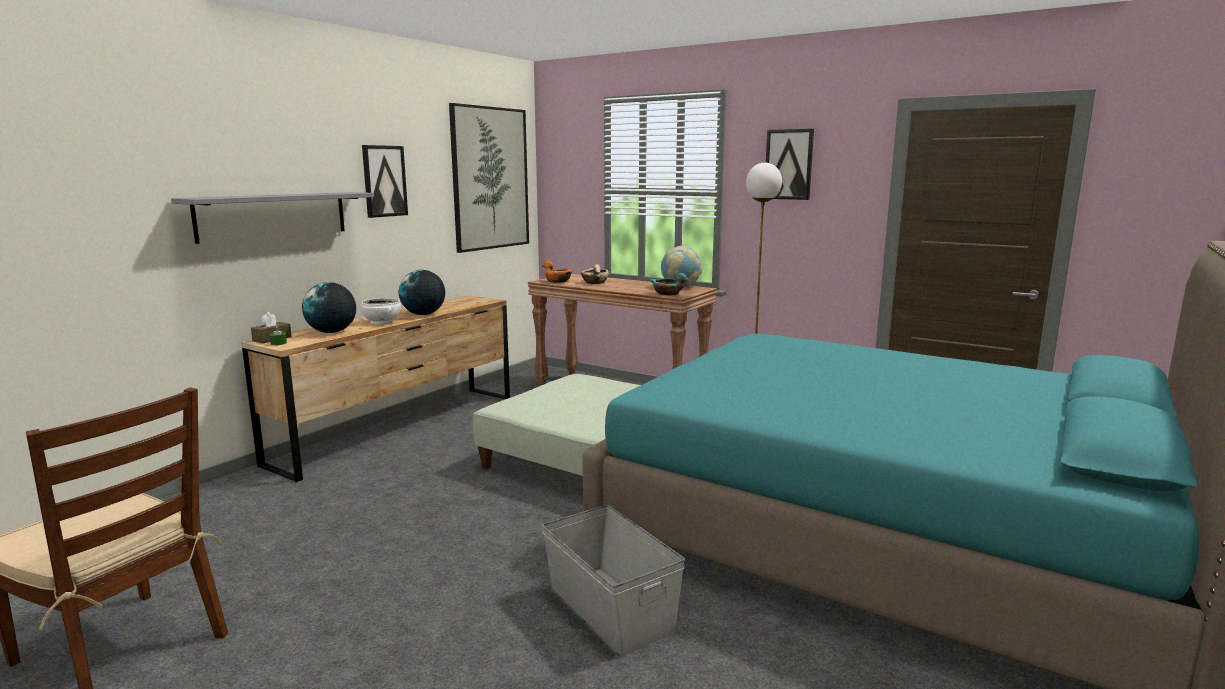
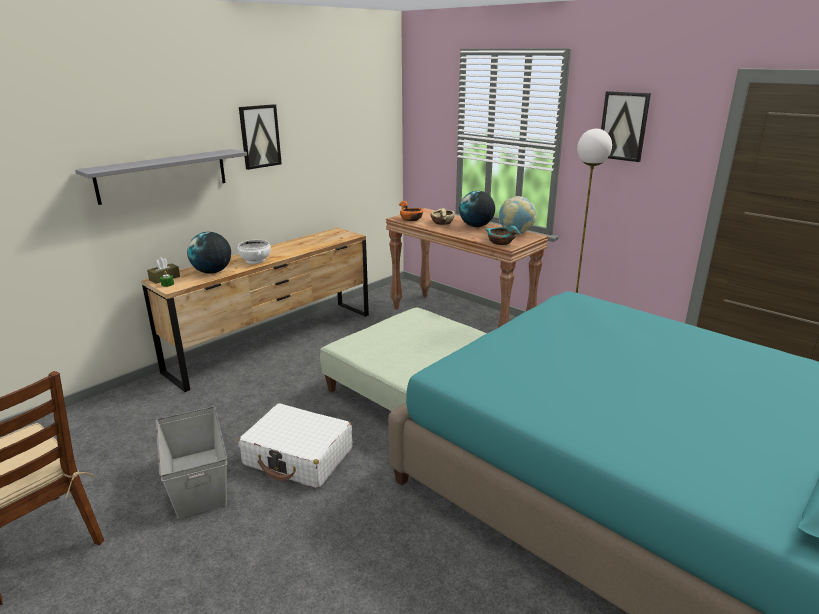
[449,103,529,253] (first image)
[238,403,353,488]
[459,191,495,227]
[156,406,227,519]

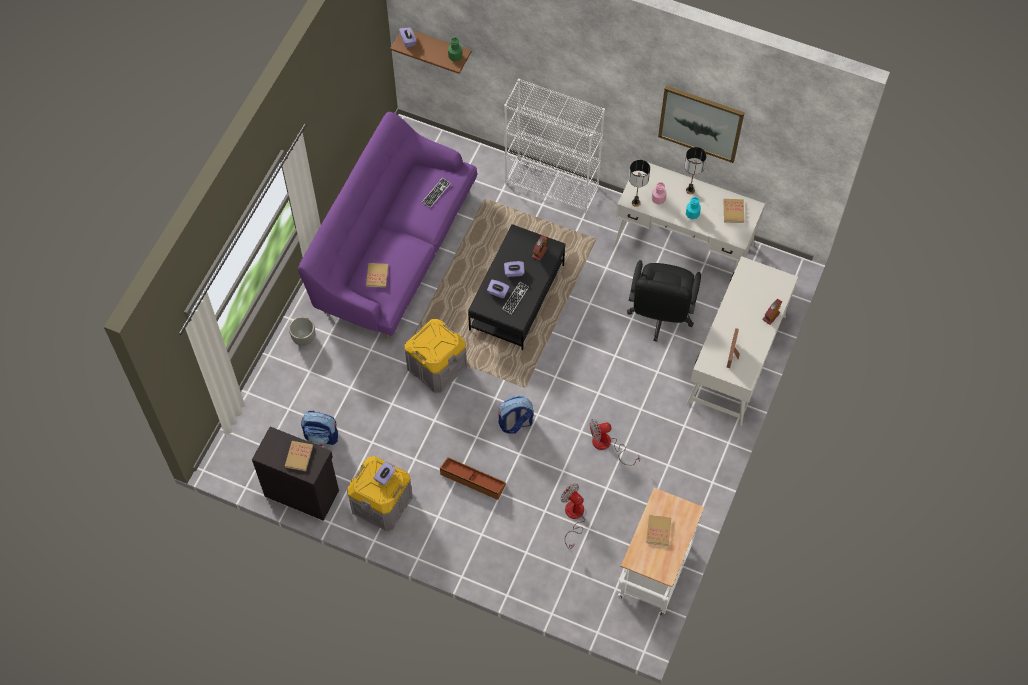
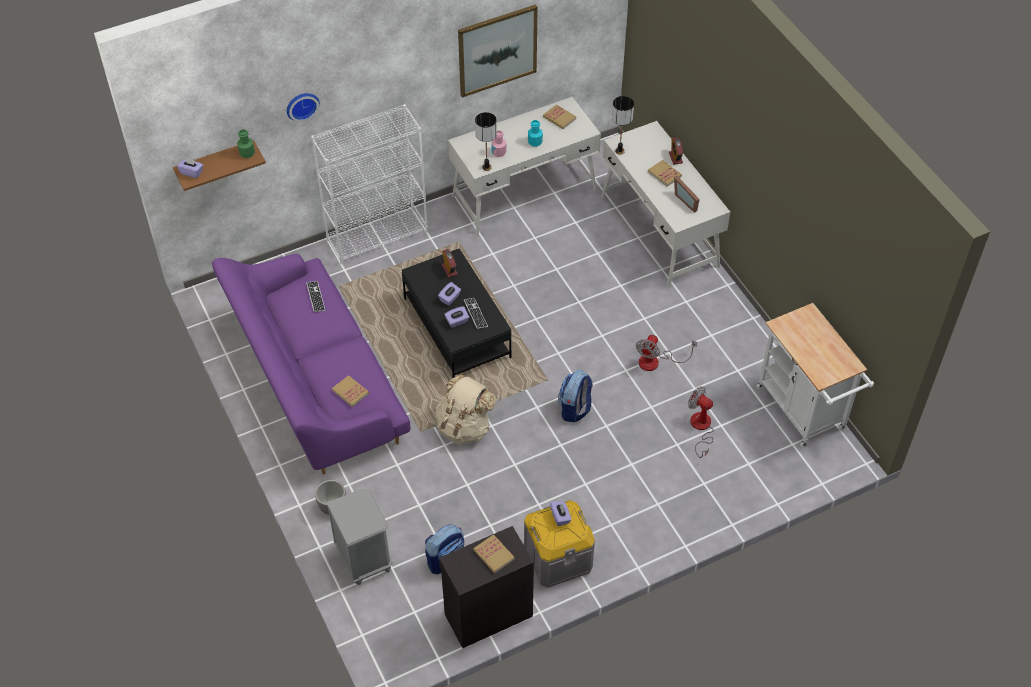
[440,457,506,500] (first image)
[627,260,701,342] (first image)
[287,93,320,122]
[327,488,393,585]
[648,160,682,187]
[612,96,634,155]
[435,374,496,445]
[688,386,714,458]

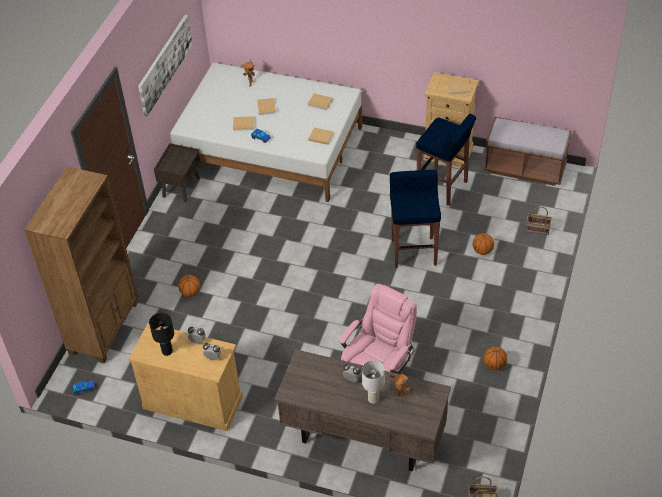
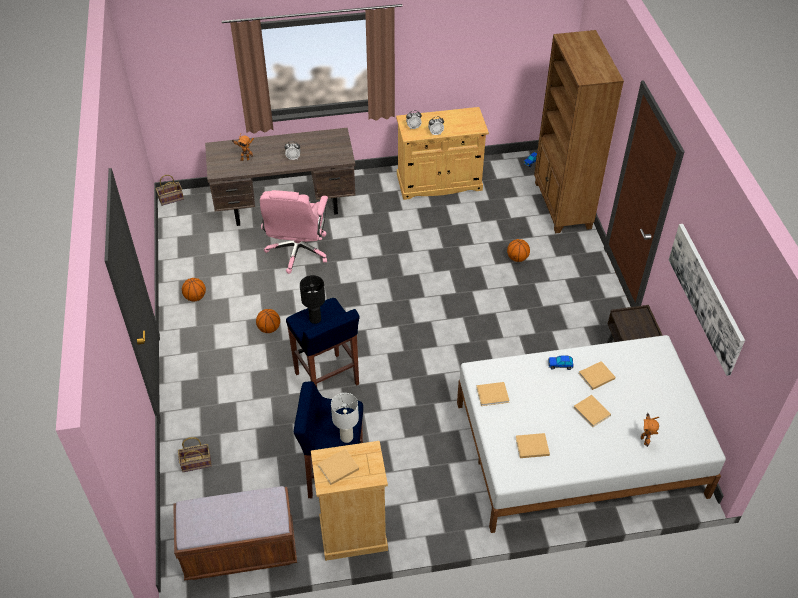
[300,275,325,324]
[331,393,359,443]
[256,309,280,333]

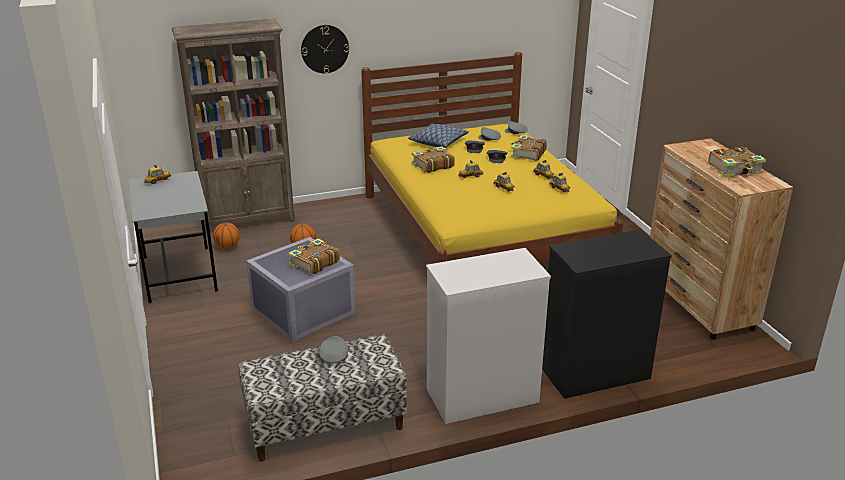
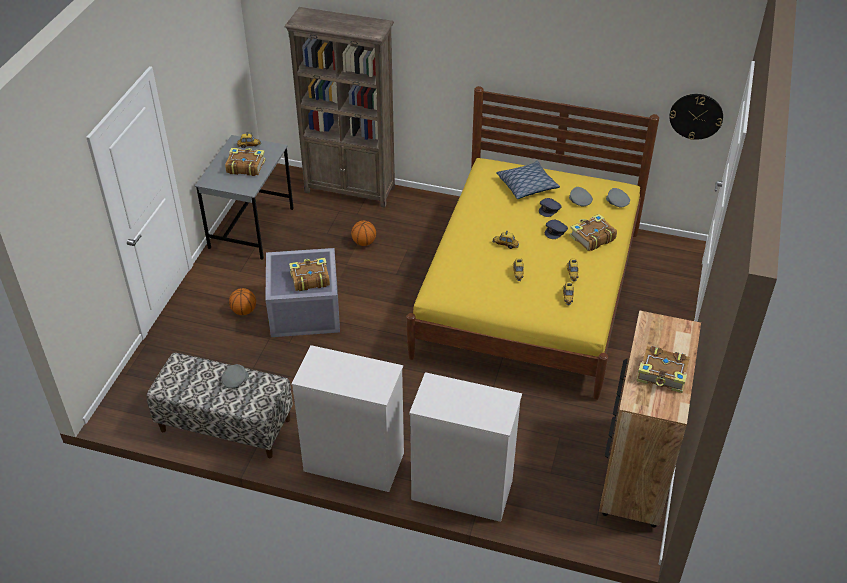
[229,288,256,315]
[669,94,723,140]
[225,148,266,176]
[409,372,522,522]

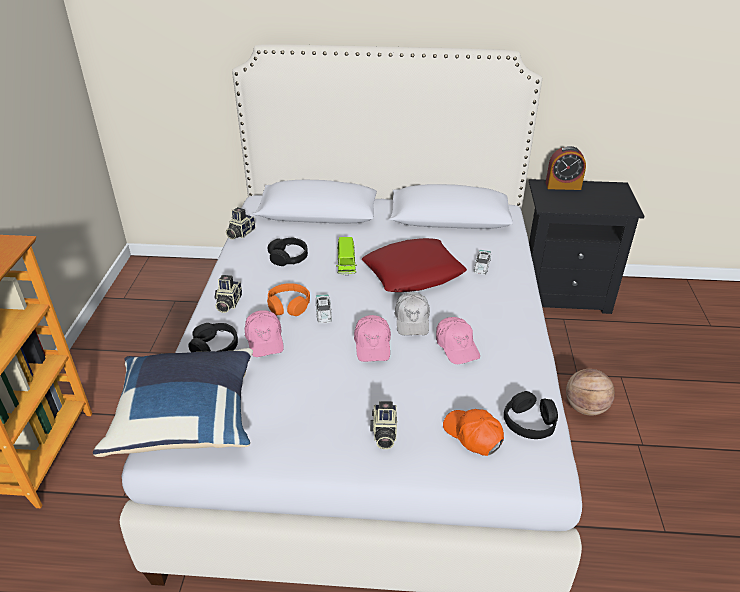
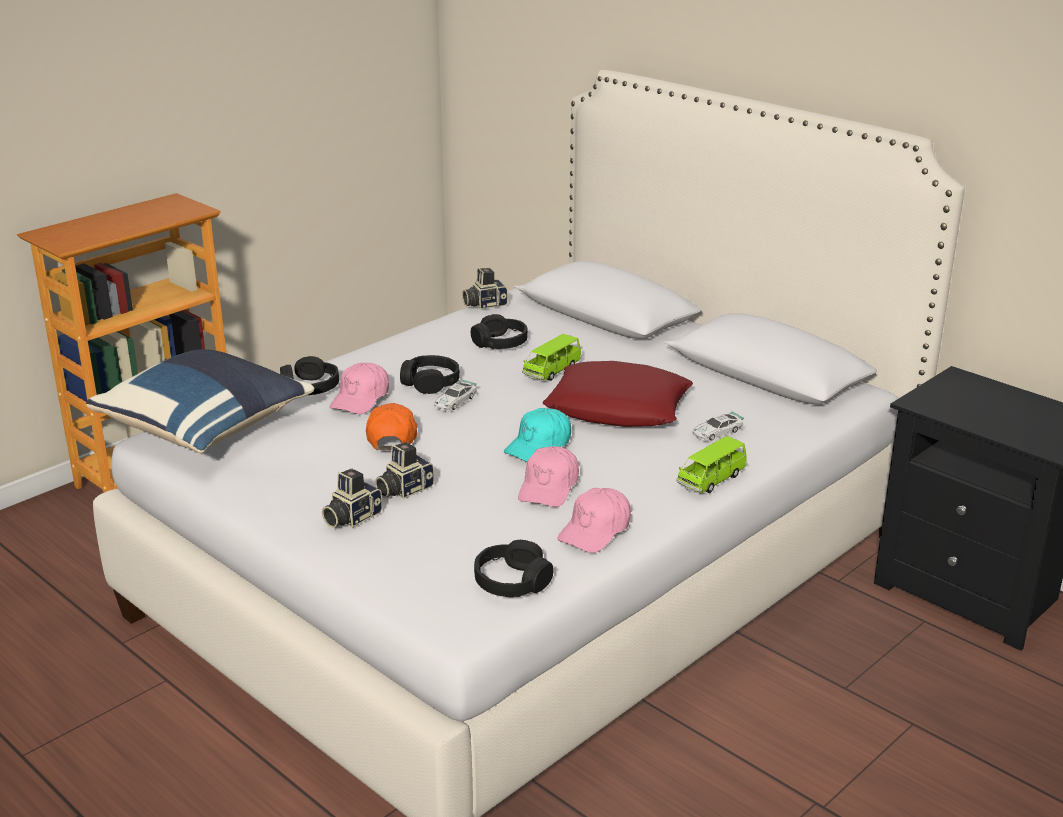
[546,146,586,190] (first image)
[566,369,615,416] (first image)
[676,436,747,493]
[375,442,434,499]
[557,488,630,553]
[366,403,418,450]
[400,355,460,394]
[504,408,571,462]

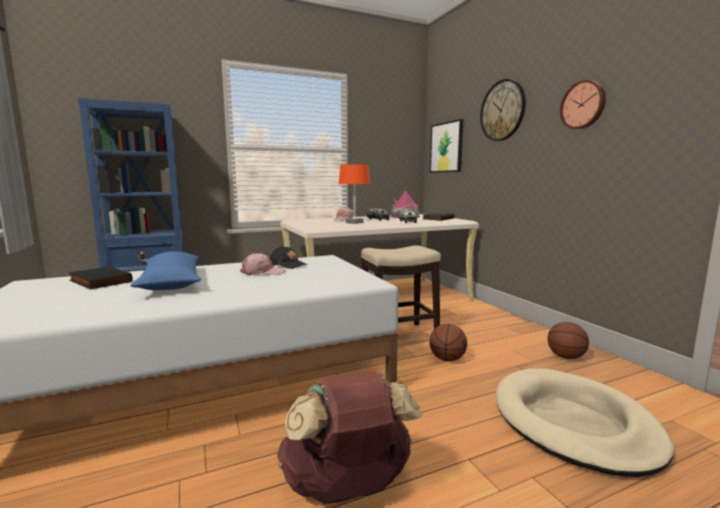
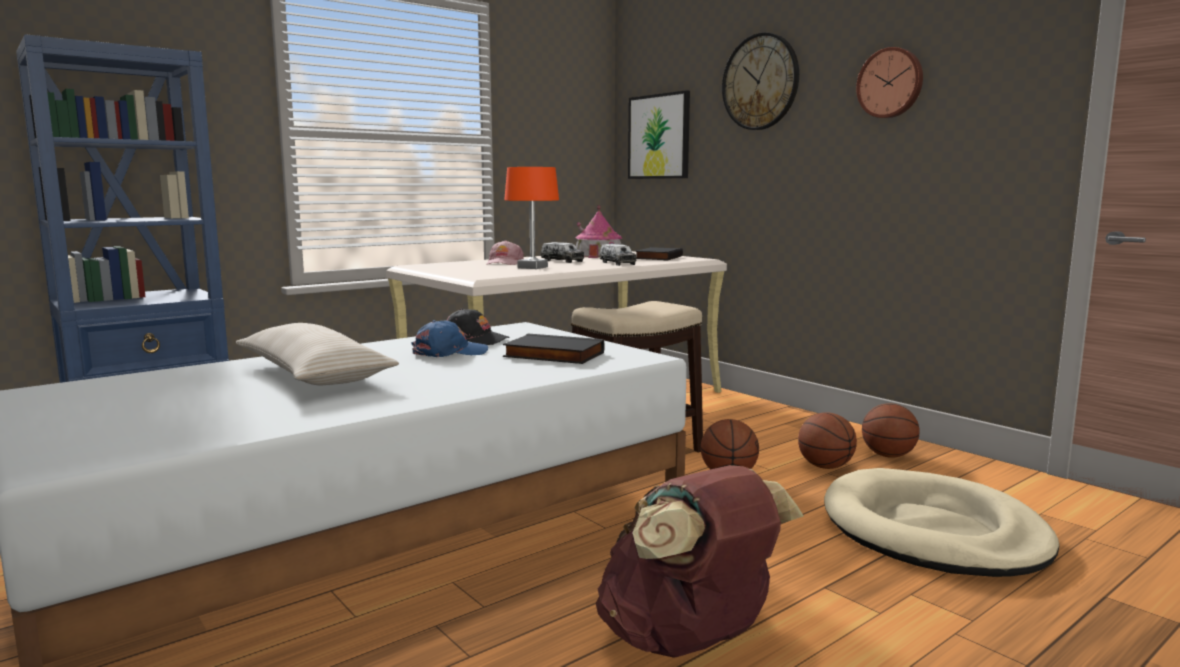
[798,412,857,469]
[503,334,604,364]
[236,323,399,385]
[411,320,488,357]

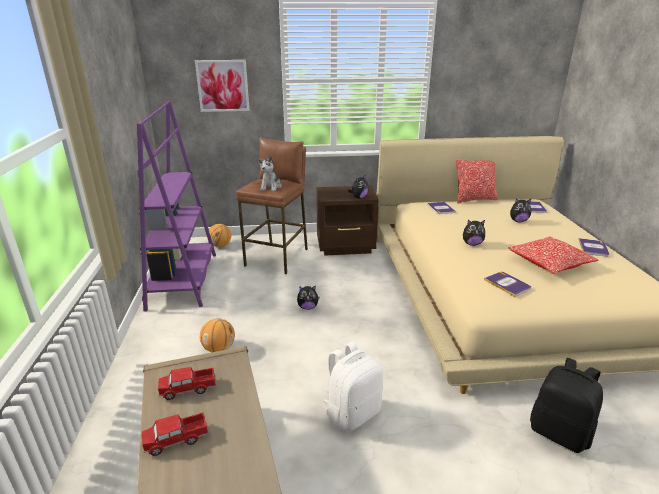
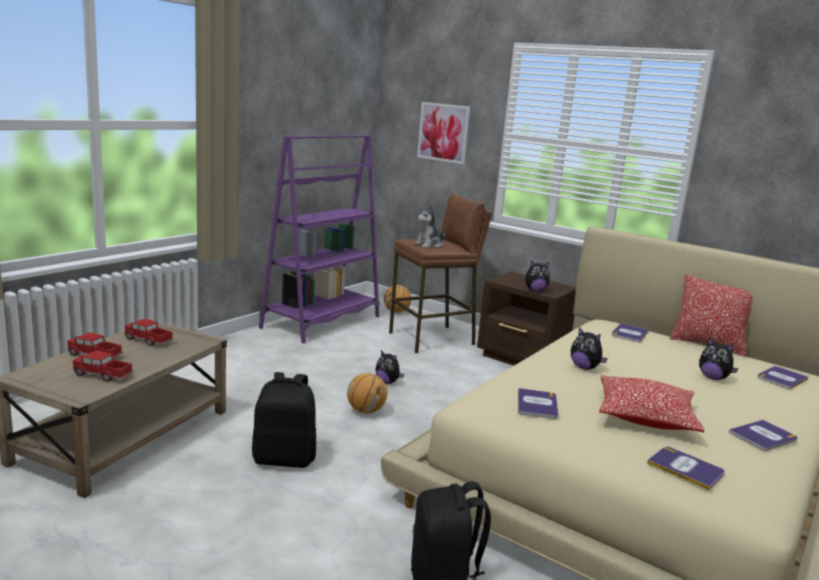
[72,350,133,382]
[647,447,725,490]
[347,373,387,414]
[252,372,316,468]

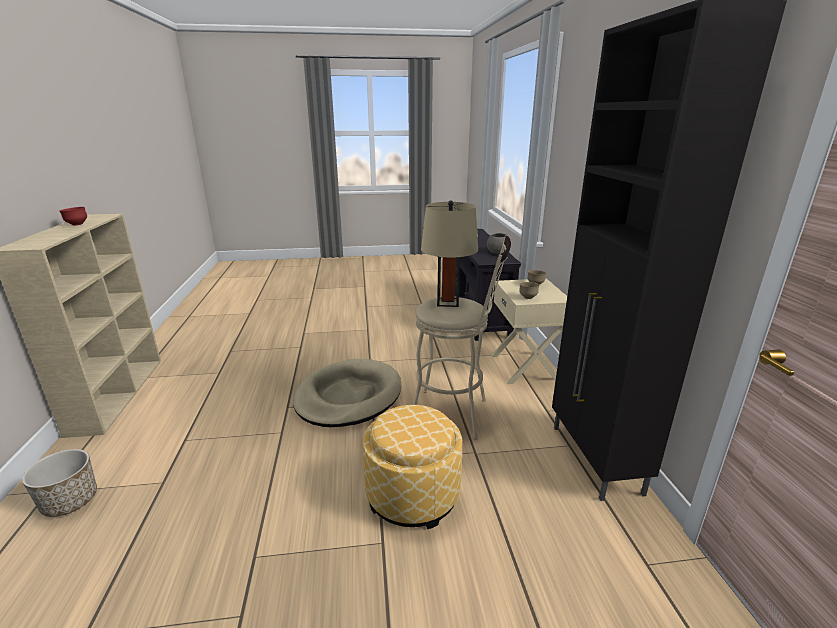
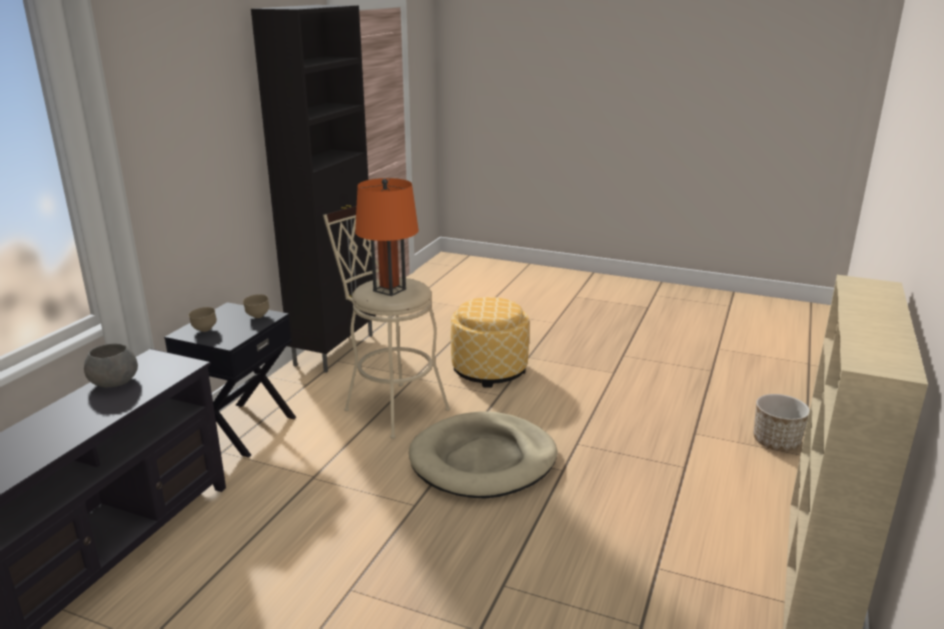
[59,207,87,226] (first image)
[355,178,419,296]
[164,302,296,458]

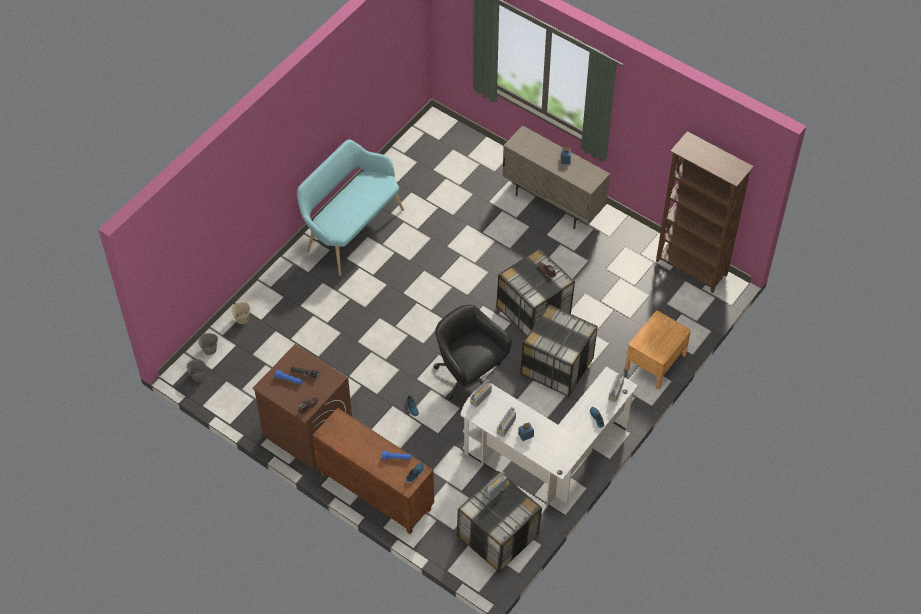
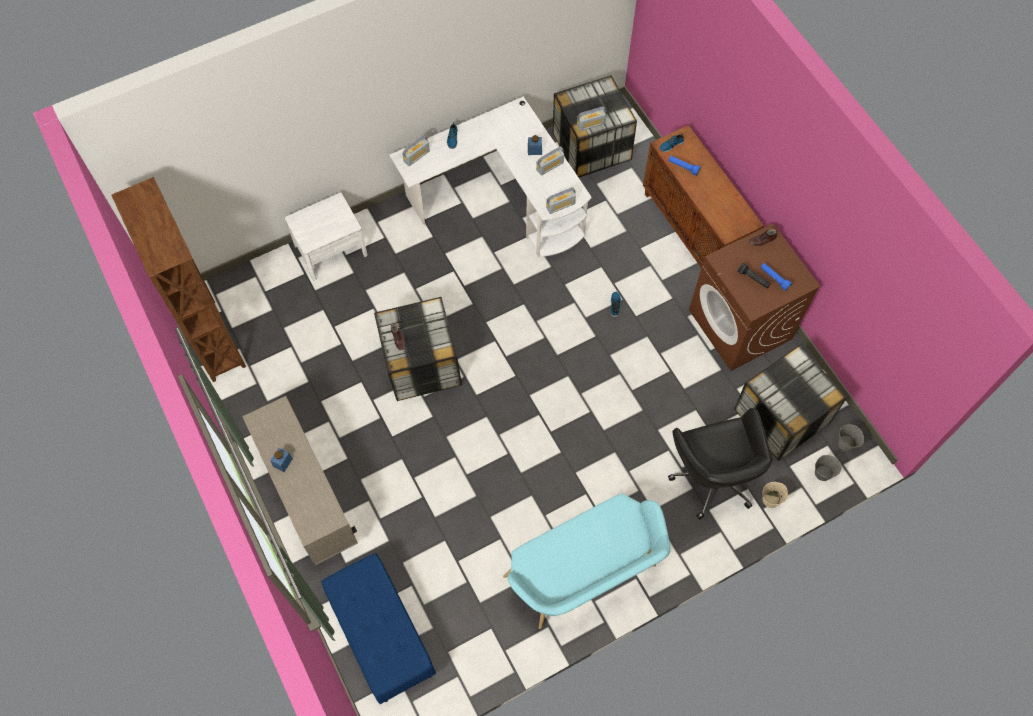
[321,553,436,704]
[668,408,773,520]
[734,345,847,461]
[285,193,368,280]

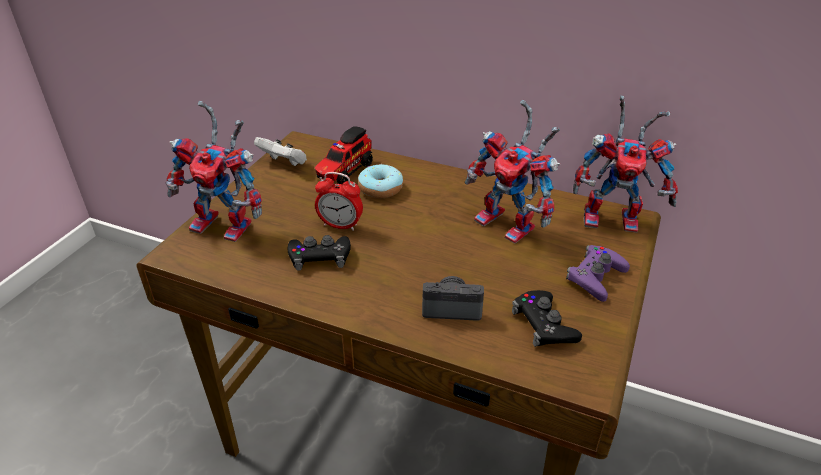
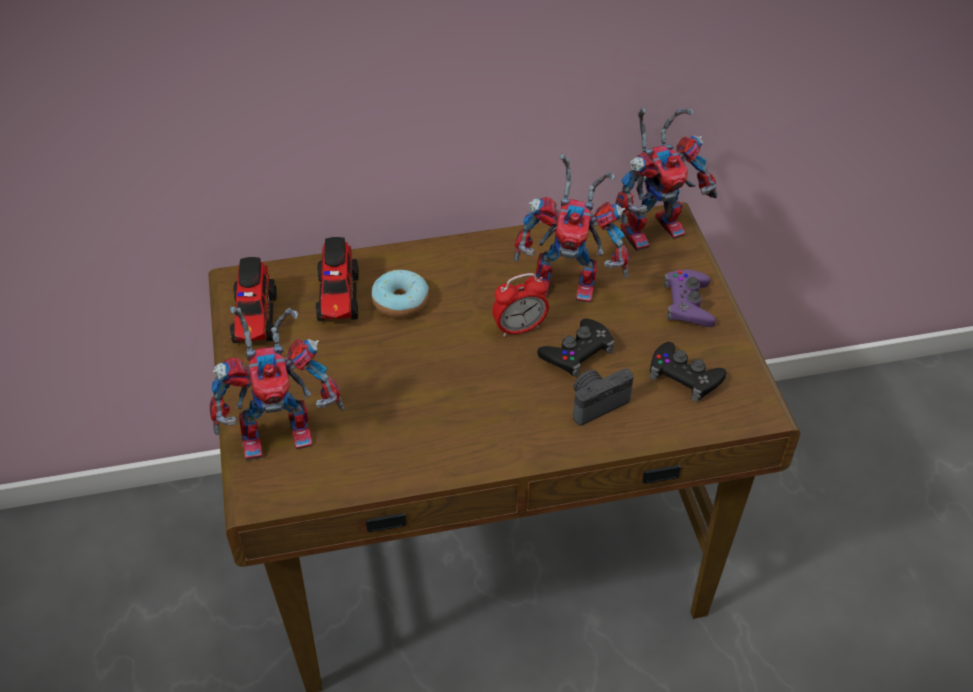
[538,319,615,377]
[492,273,549,337]
[230,257,277,343]

